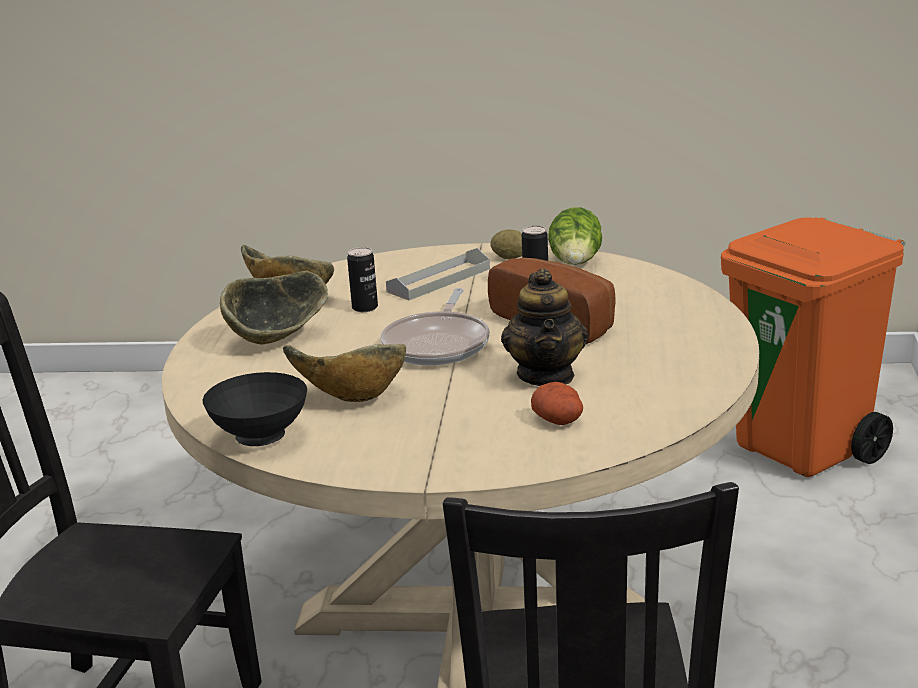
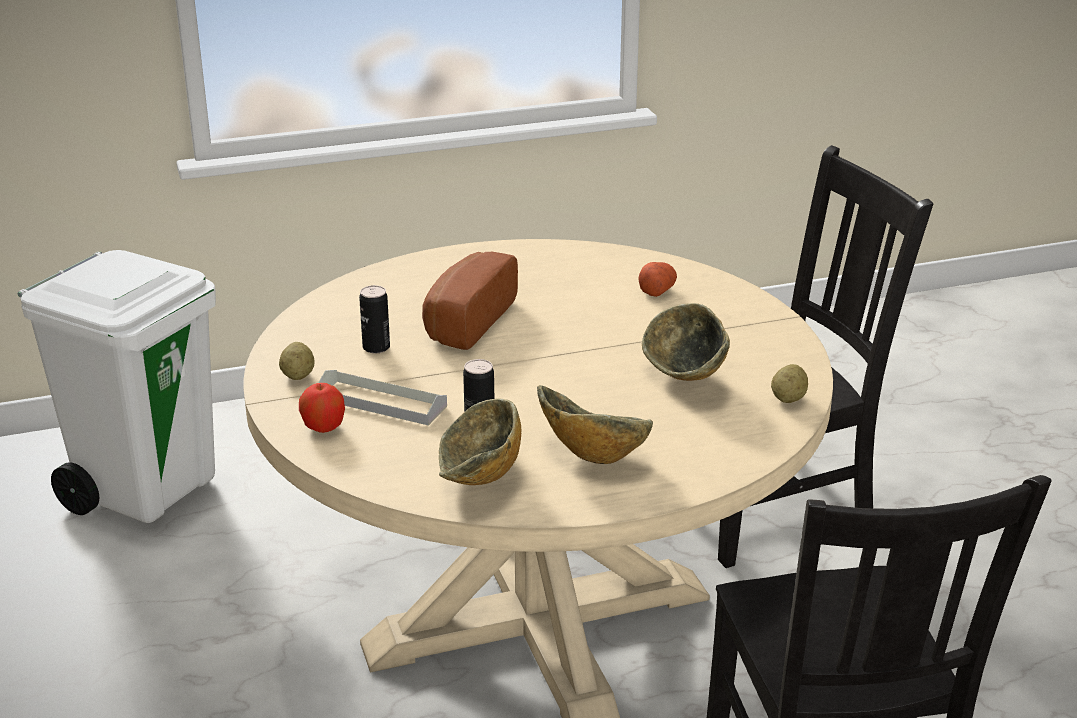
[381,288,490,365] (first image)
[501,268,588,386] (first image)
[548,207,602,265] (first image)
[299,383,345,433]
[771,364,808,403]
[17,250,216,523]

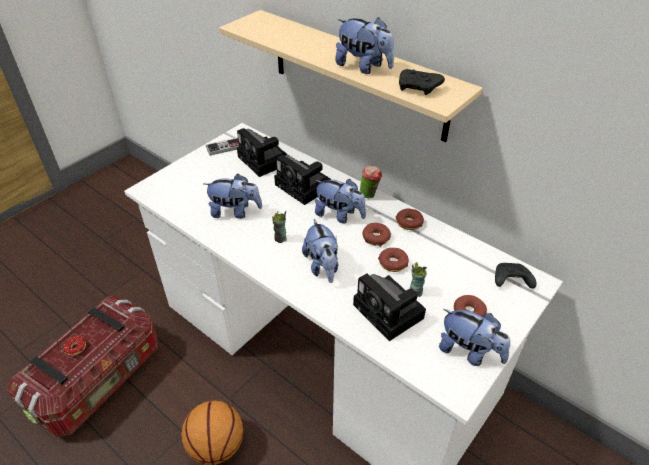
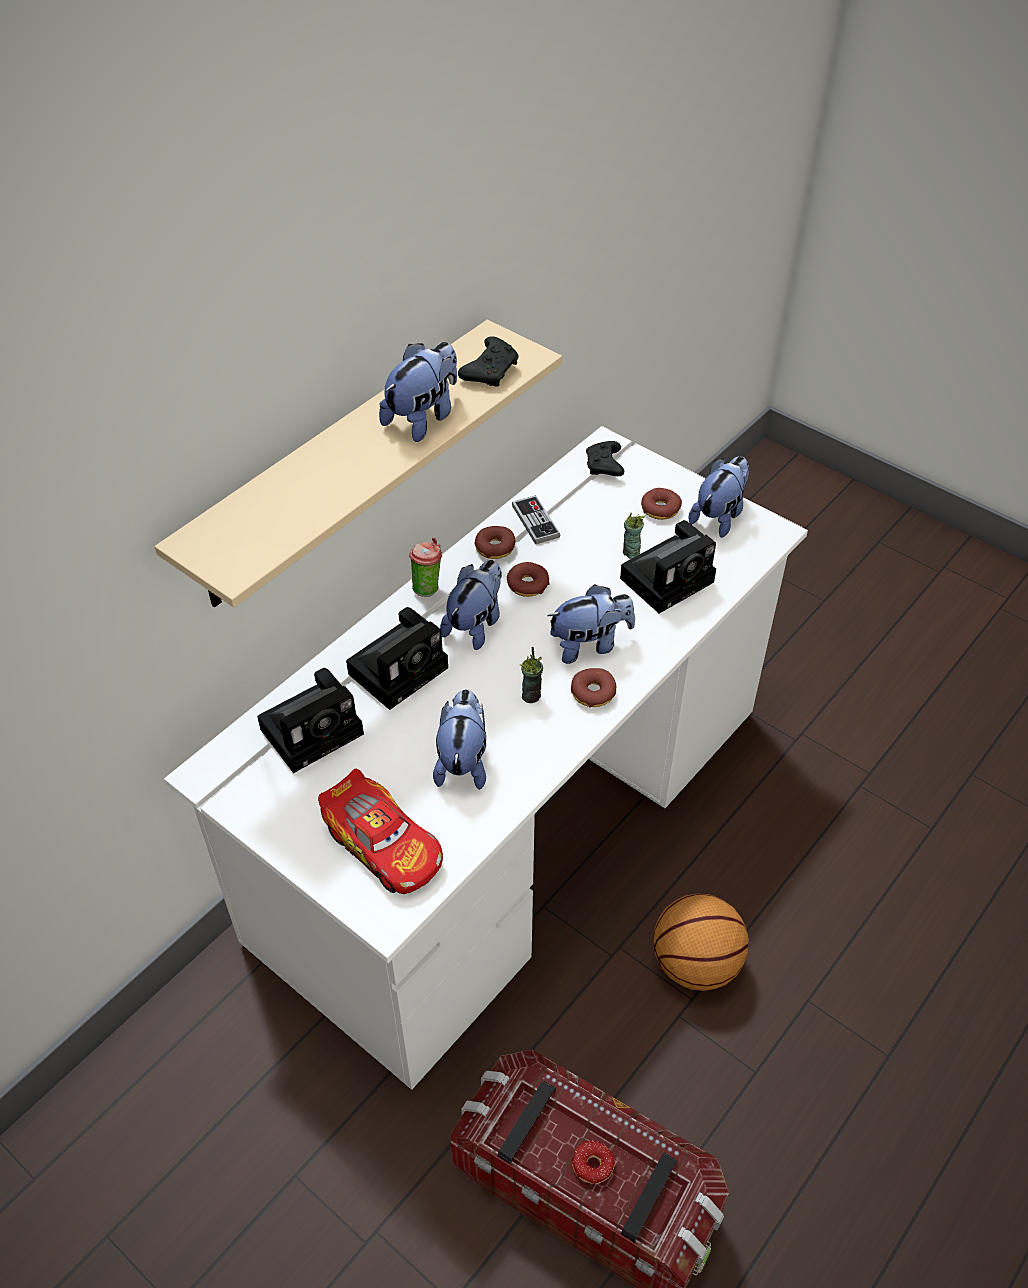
[318,769,443,894]
[512,495,560,544]
[571,668,616,708]

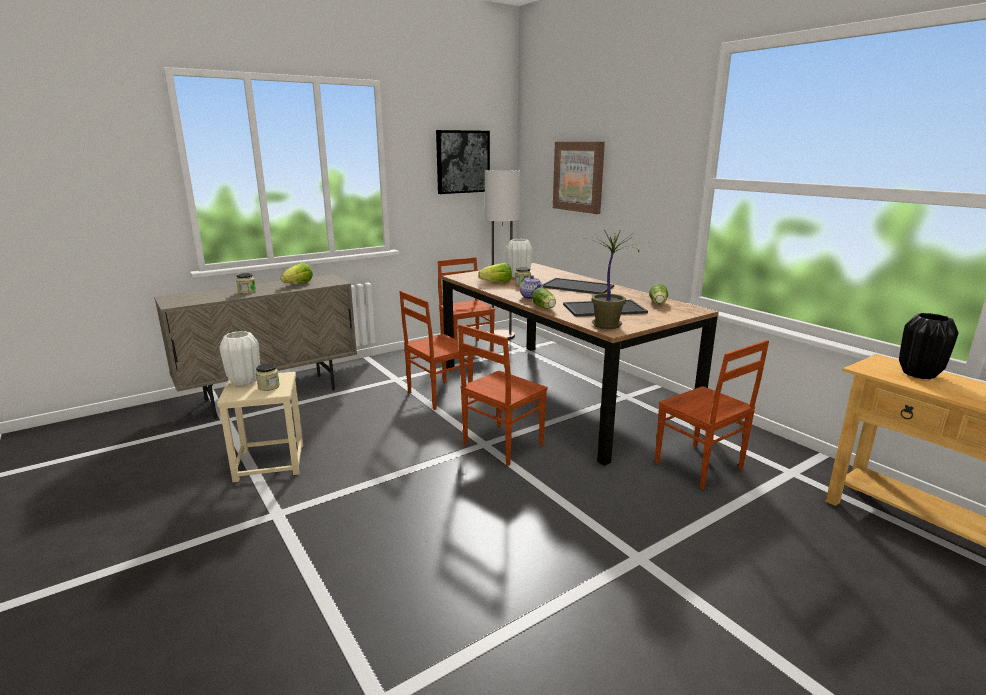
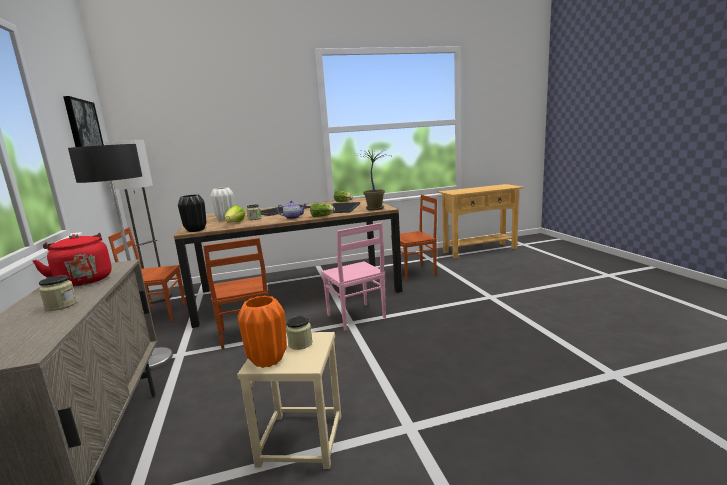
[553,142,605,214] (first image)
[68,144,173,371]
[178,195,206,232]
[32,233,112,287]
[238,296,287,368]
[322,223,386,330]

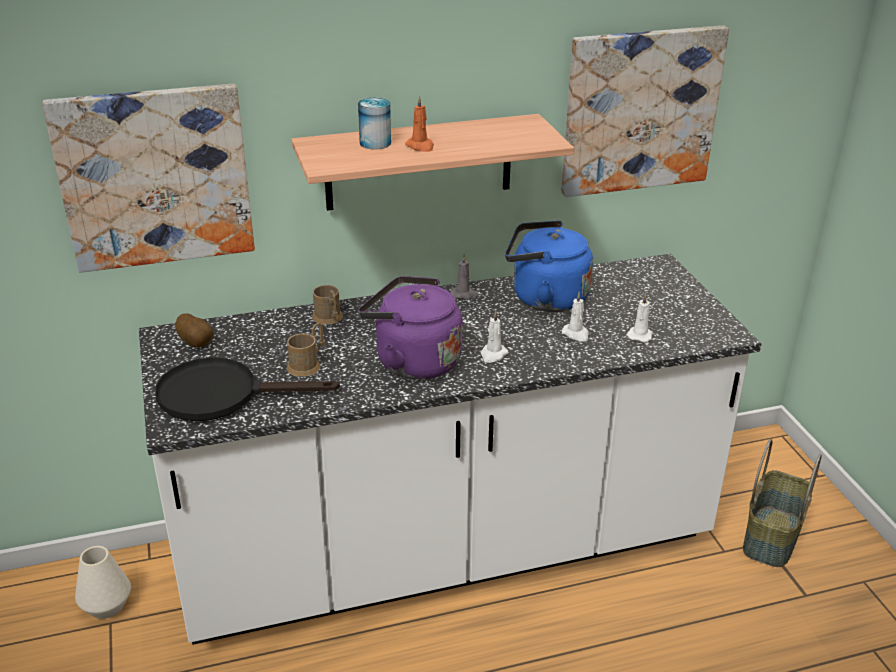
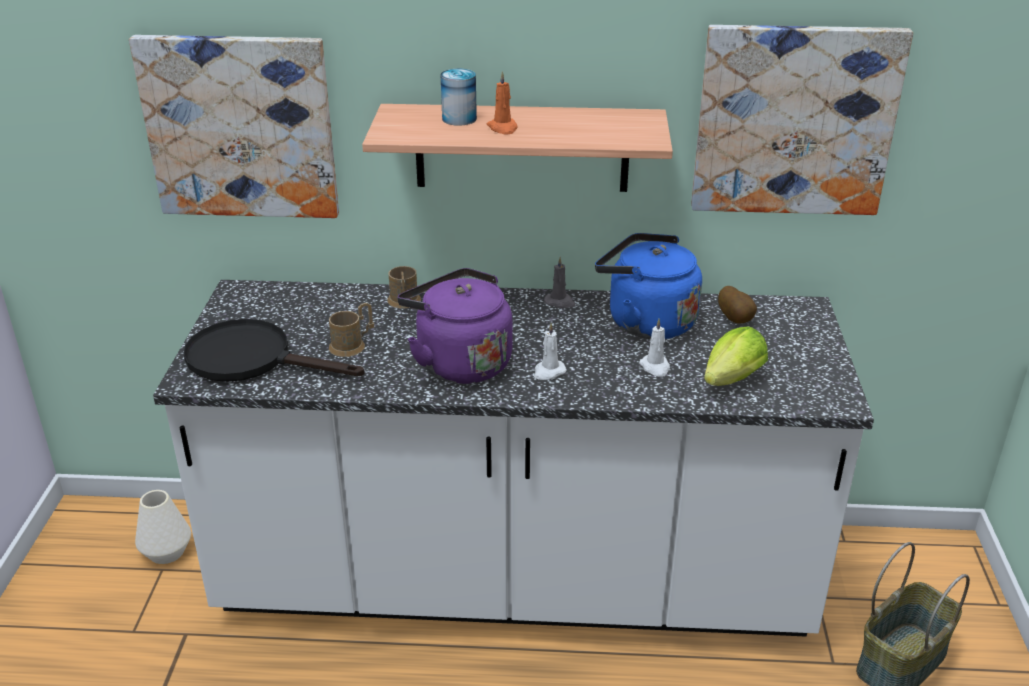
[718,286,757,324]
[704,327,768,386]

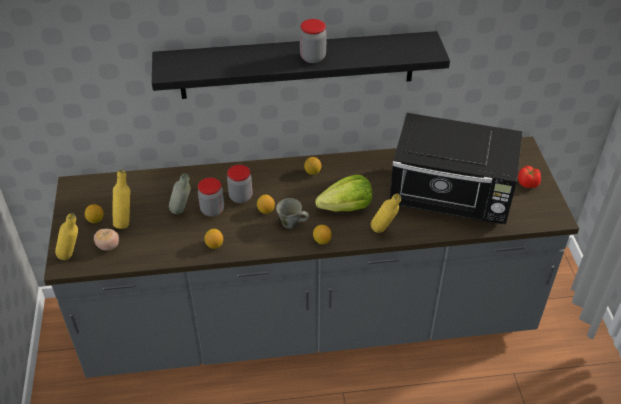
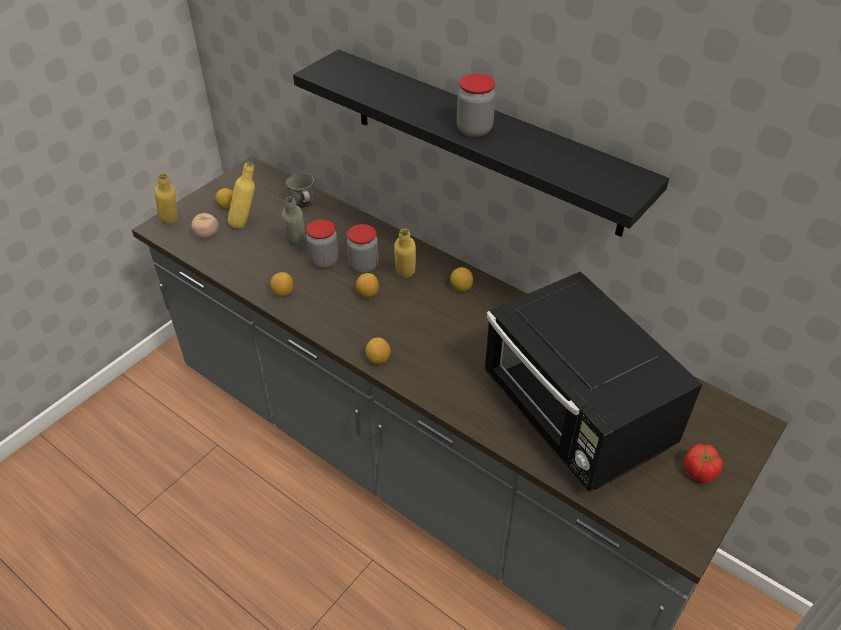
[315,175,372,212] (first image)
[286,173,314,208]
[394,228,416,278]

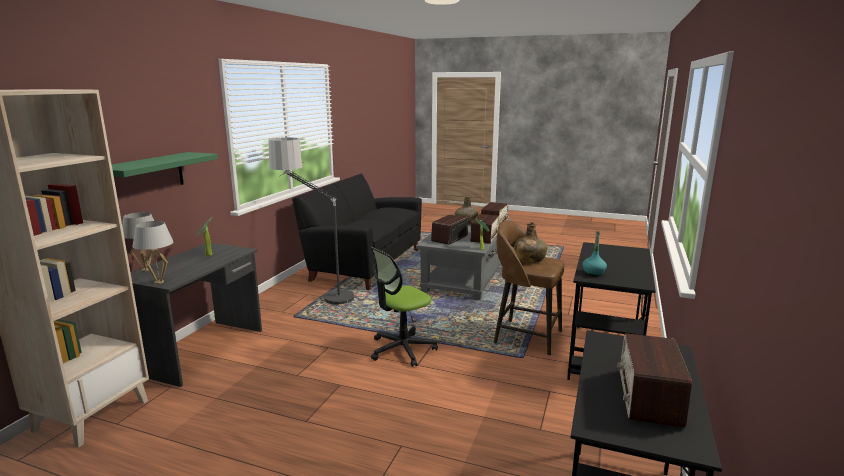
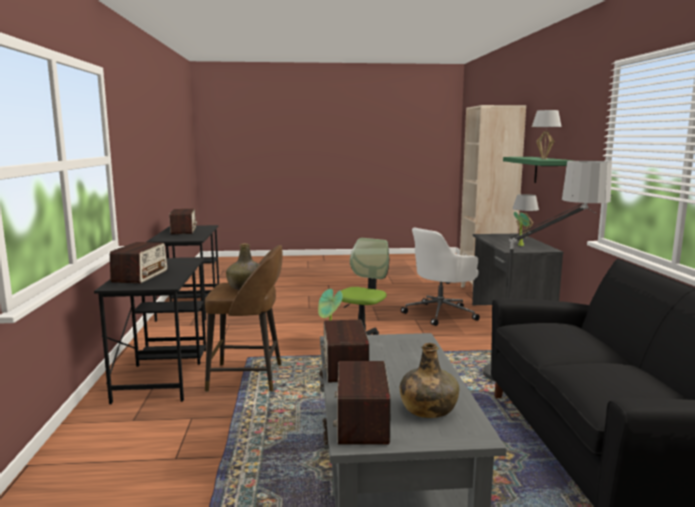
[583,231,607,276] (first image)
[401,228,480,326]
[532,110,562,159]
[110,242,168,283]

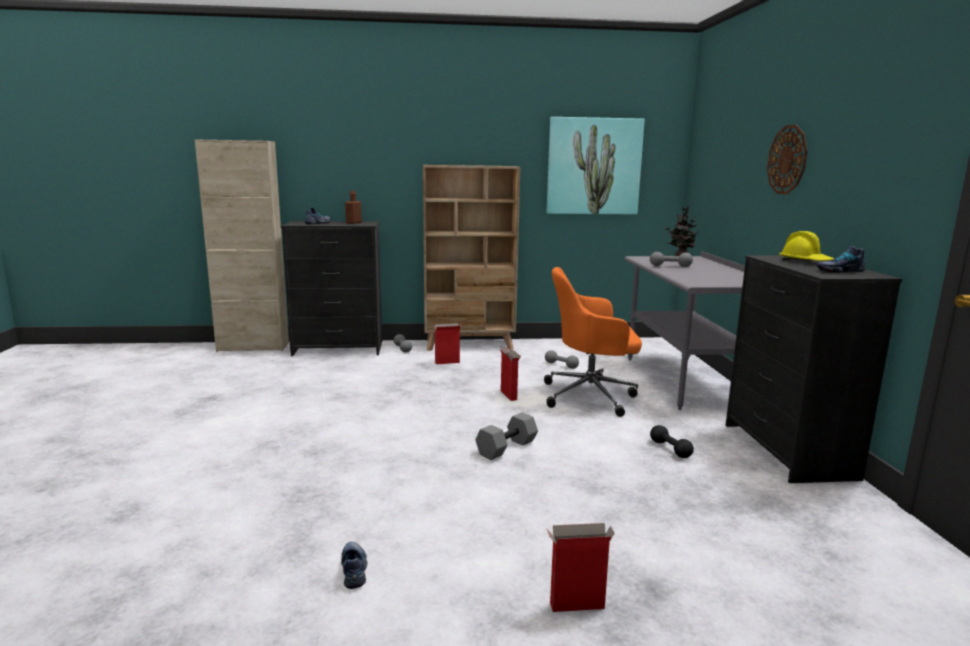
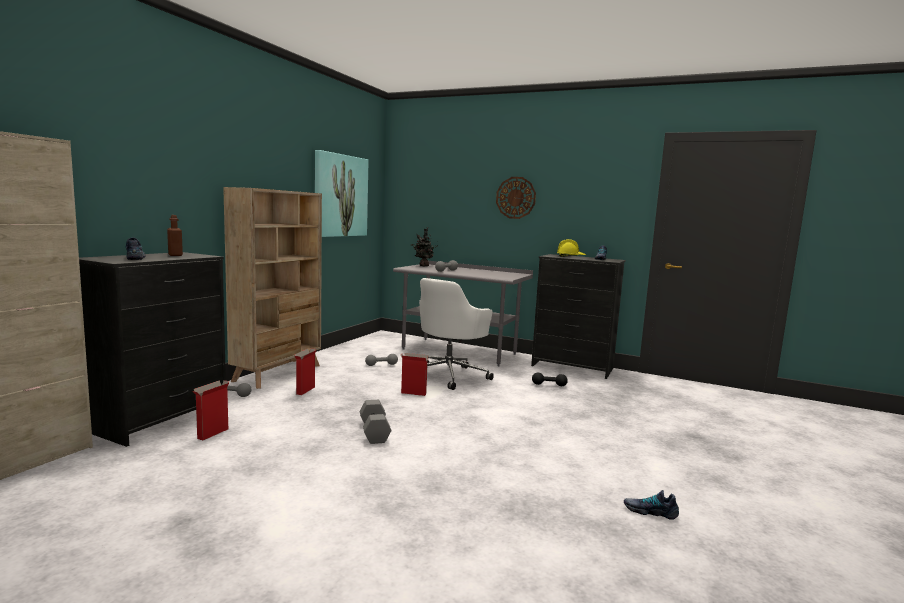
[360,400,391,444]
[192,380,229,440]
[419,278,494,390]

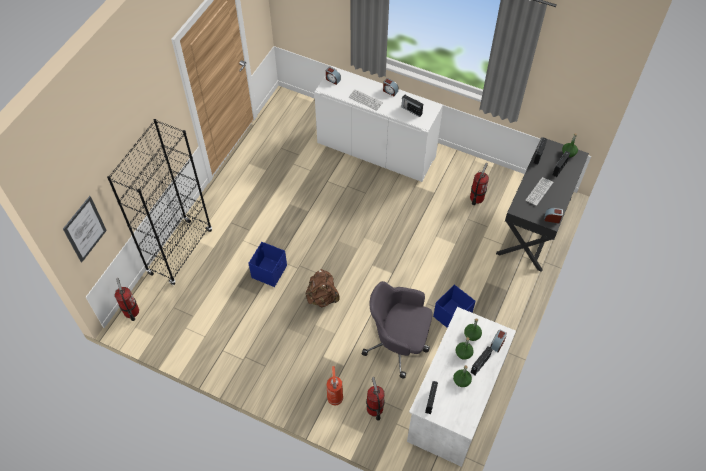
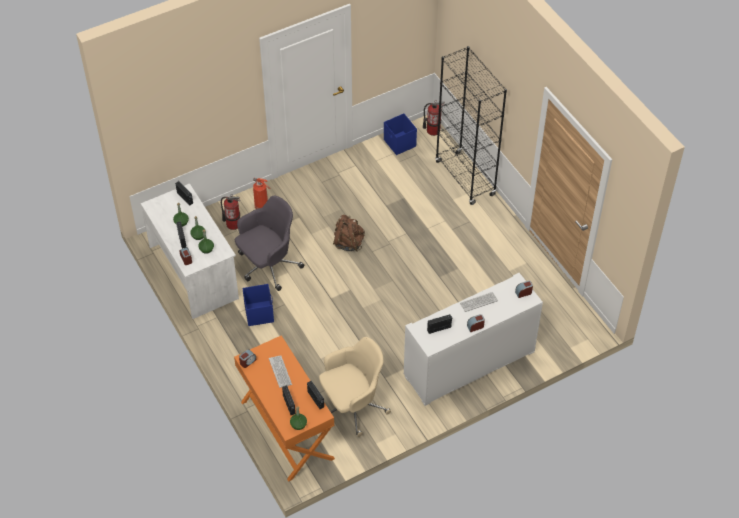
[63,196,107,262] (first image)
[384,113,417,155]
[319,337,391,437]
[234,335,335,482]

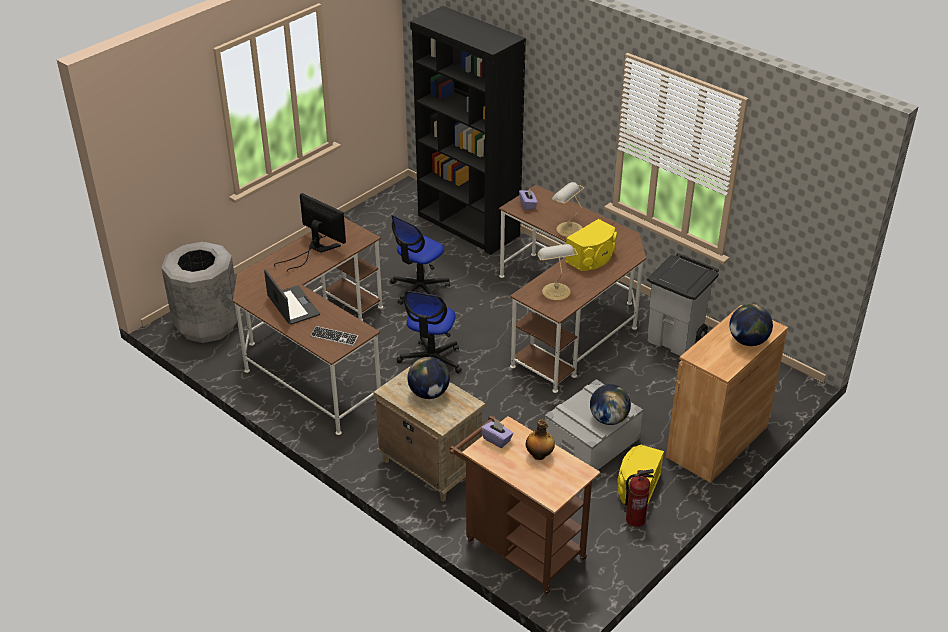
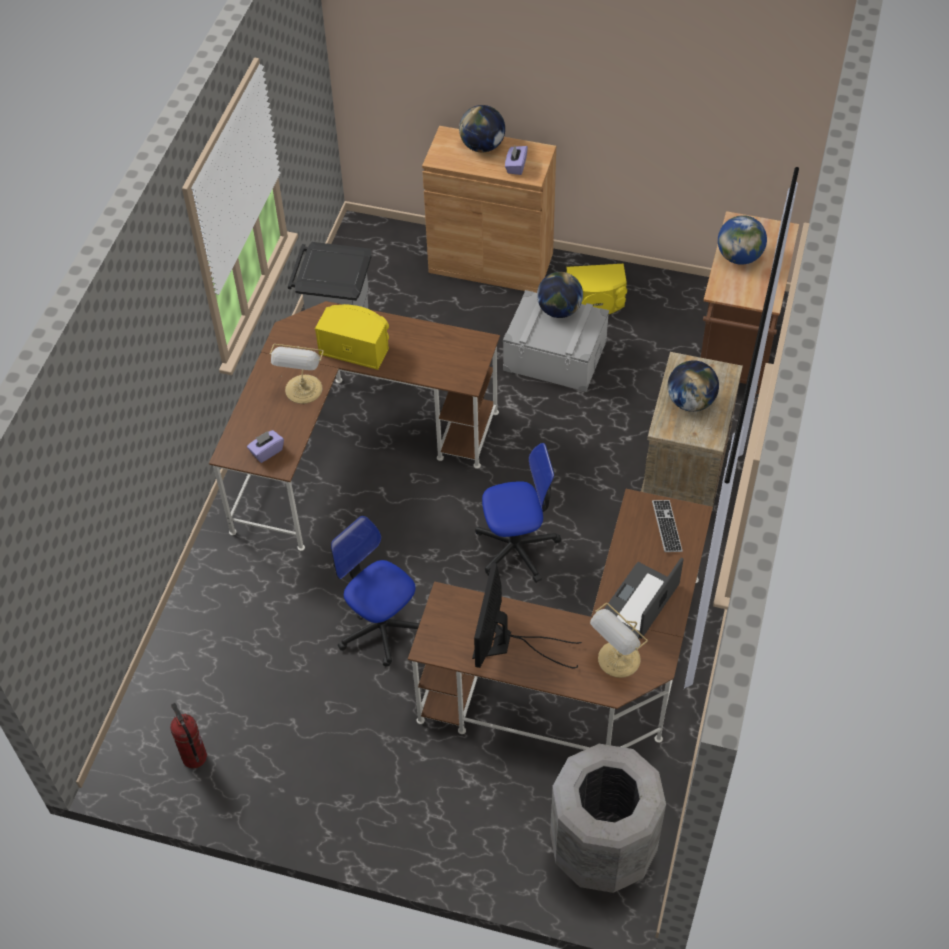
[410,6,526,255] (first image)
[505,145,528,175]
[590,603,648,678]
[170,703,207,768]
[718,215,767,265]
[331,516,420,667]

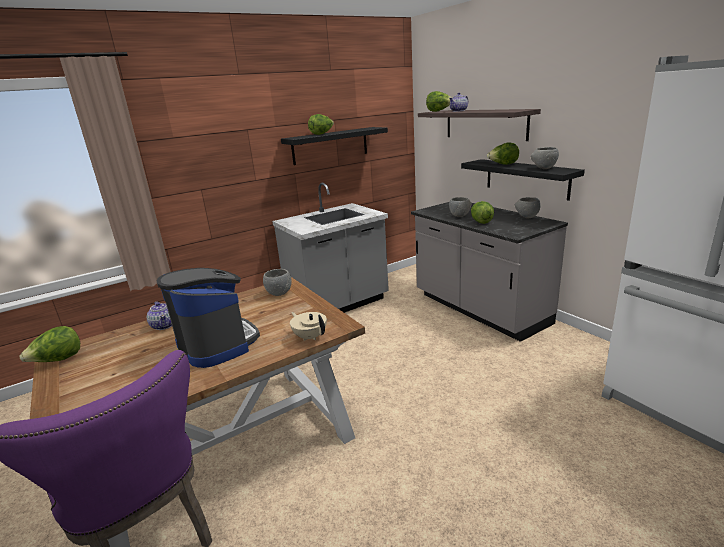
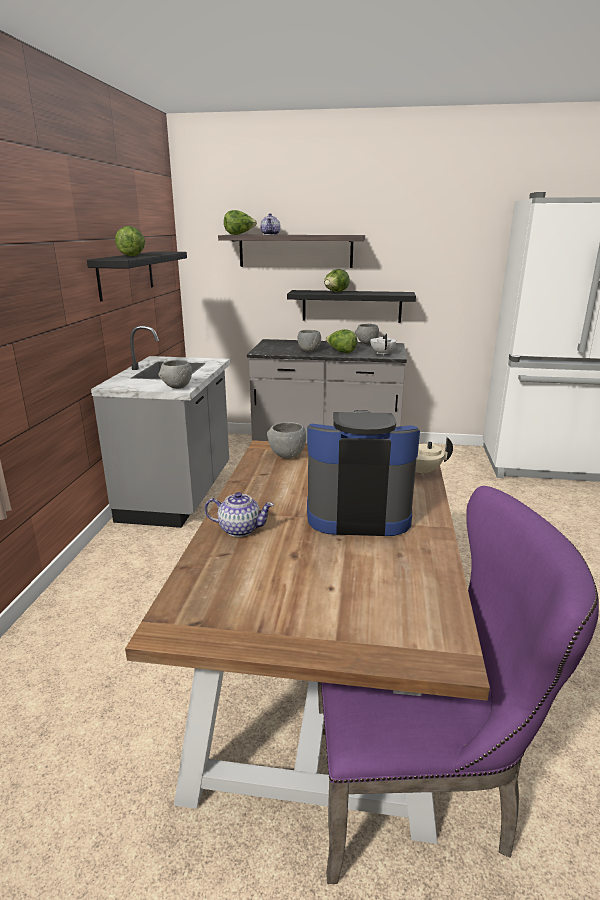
[20,326,80,362] (first image)
[370,334,396,355]
[158,360,192,389]

